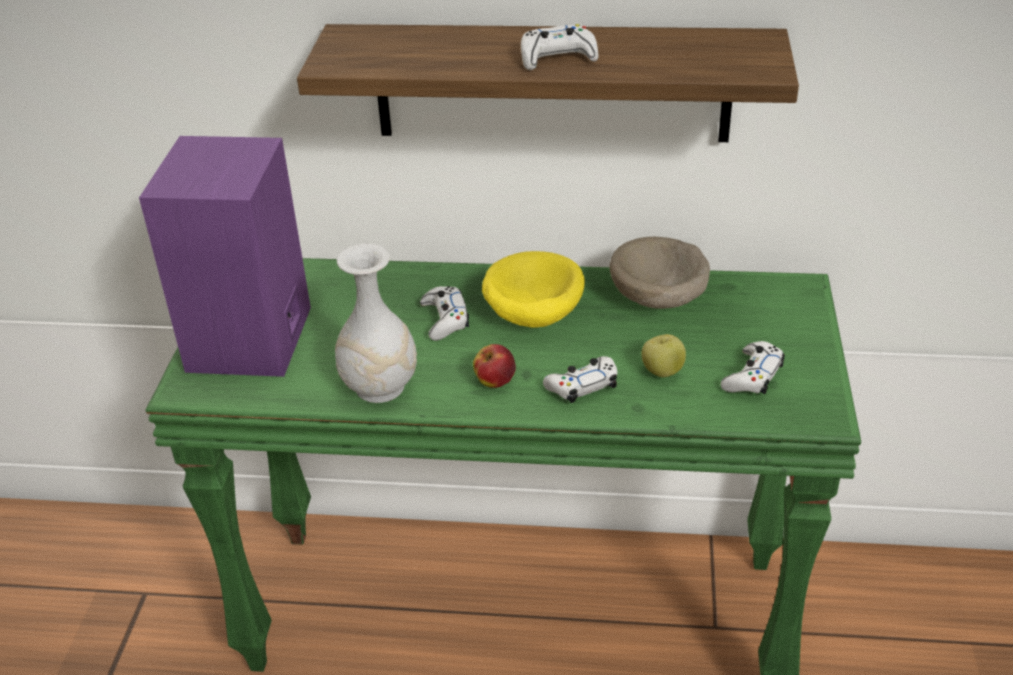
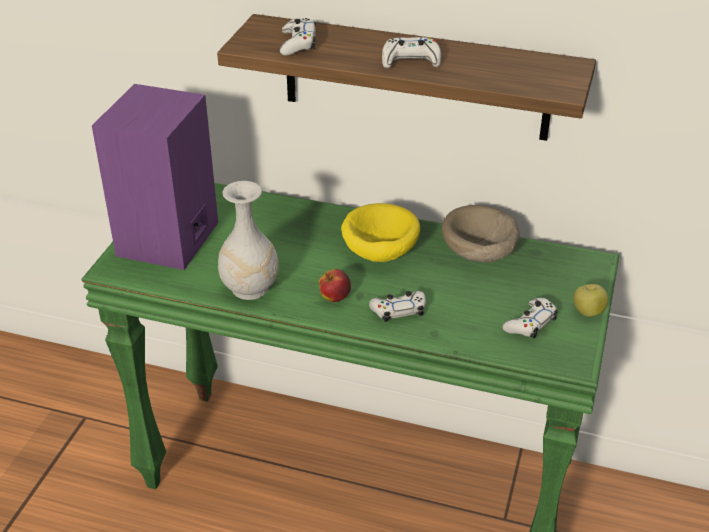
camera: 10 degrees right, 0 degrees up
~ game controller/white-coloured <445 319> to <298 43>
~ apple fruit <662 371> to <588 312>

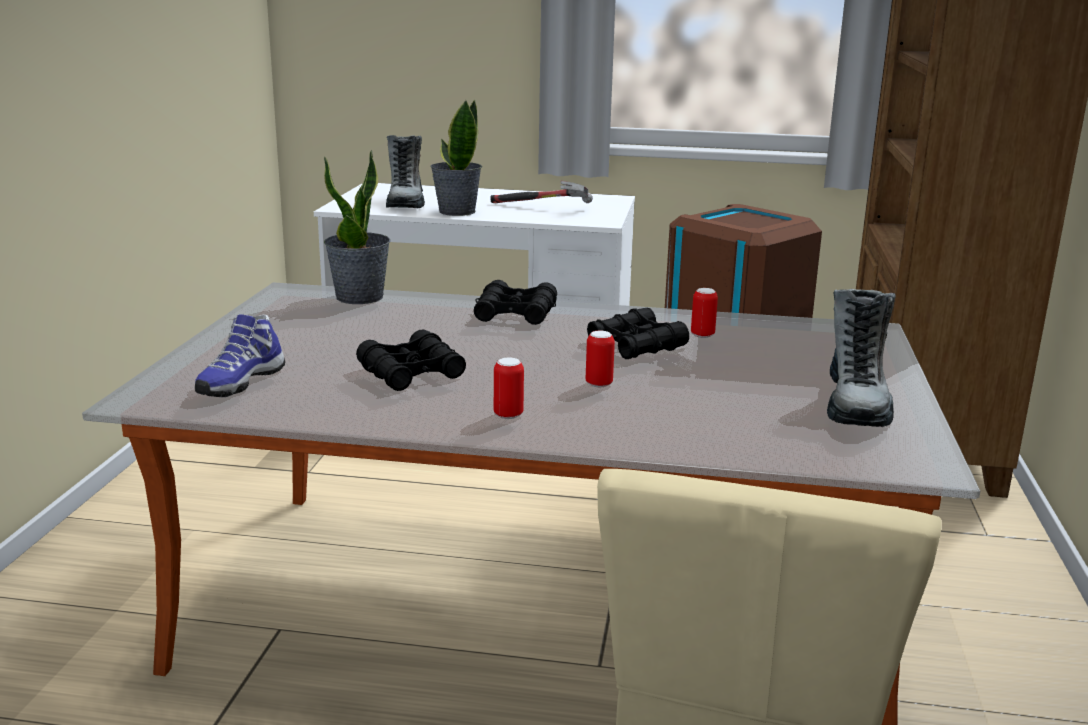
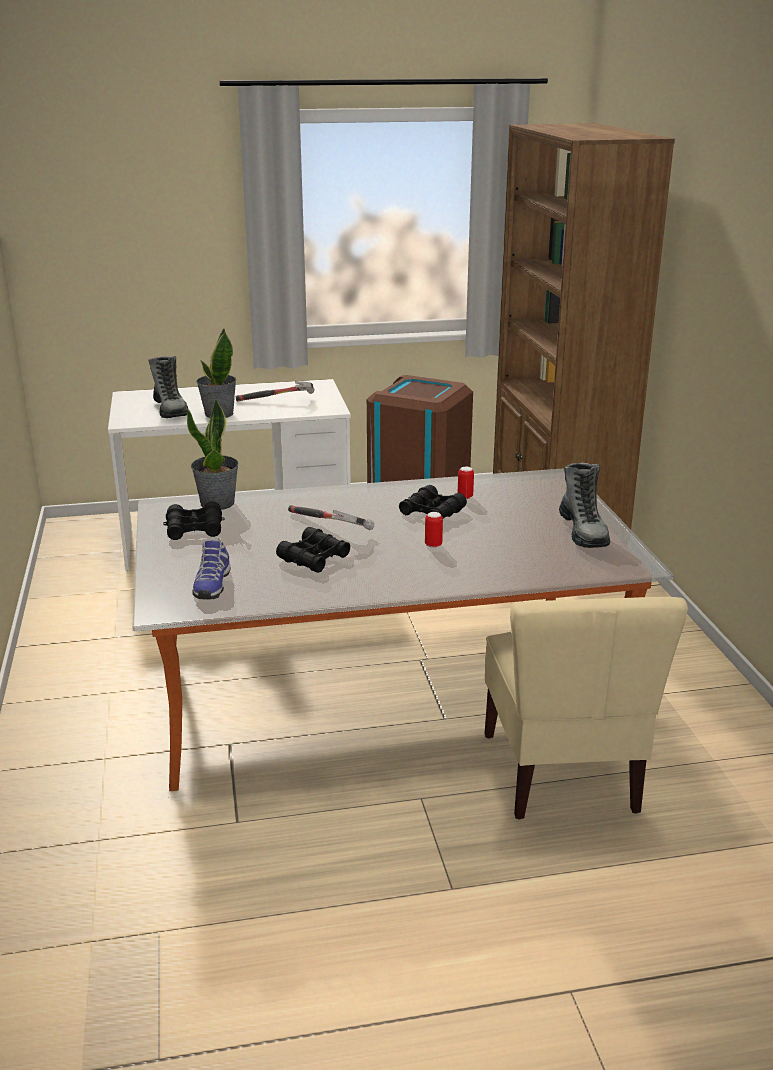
camera: 20 degrees left, 5 degrees up
~ binoculars/black-coloured <515 314> to <194 529>
- metal can <508 415>
+ hand hammer <328 527>

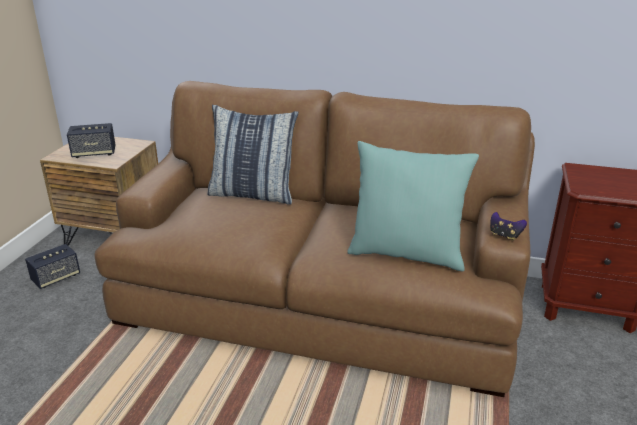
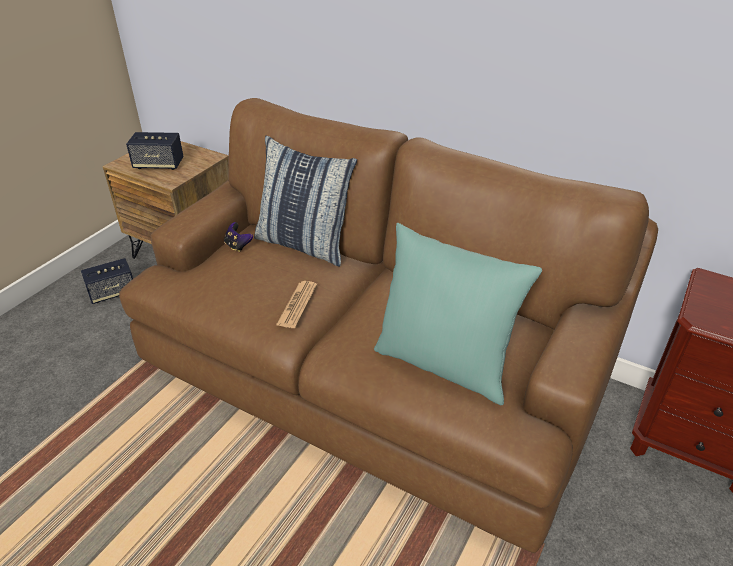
camera: 15 degrees right, 10 degrees up
~ game controller <504 236> to <238 246>
+ newspaper <297 305>

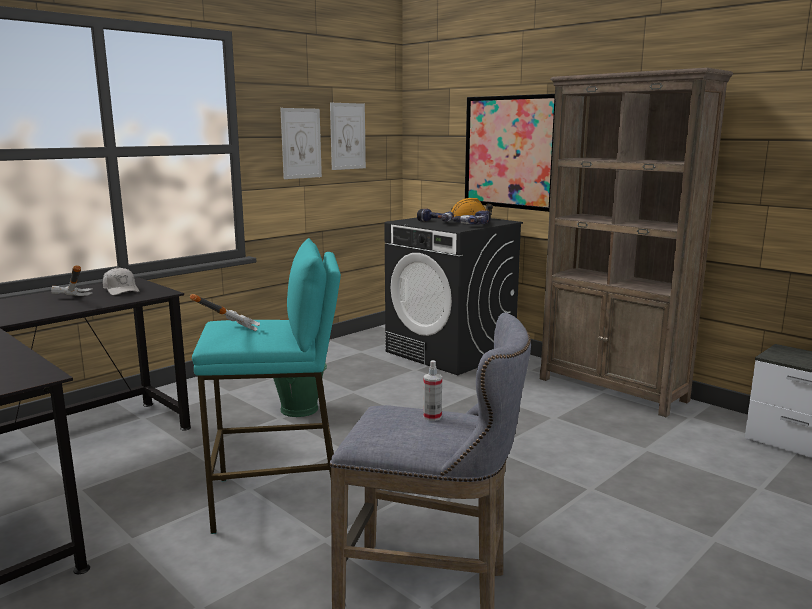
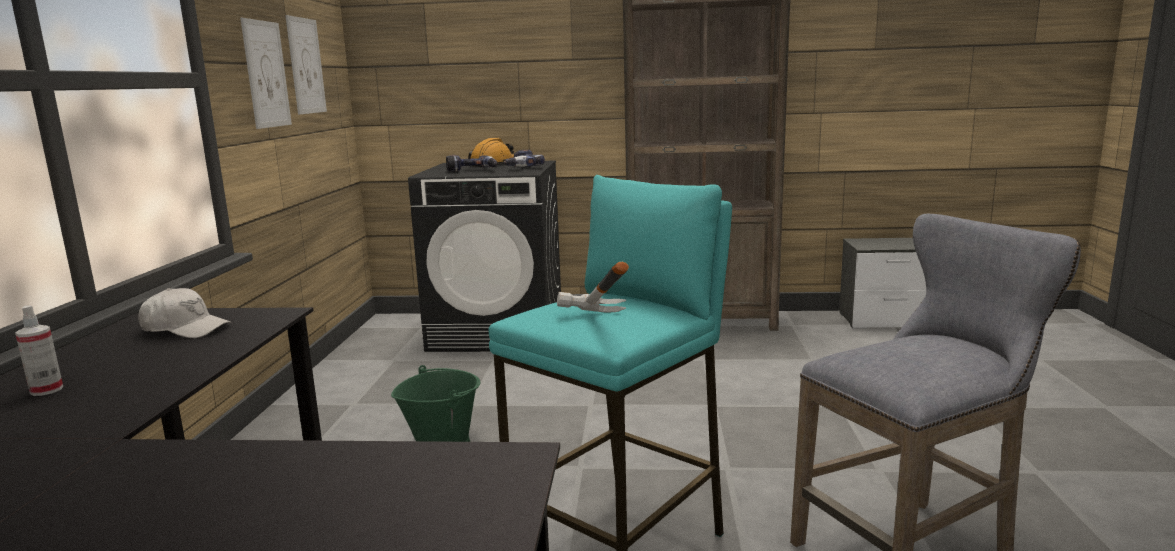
camera: 40 degrees left, 0 degrees up
- hand hammer <70 302>
~ sprayer <432 417> to <46 390>
- picture <510 152>

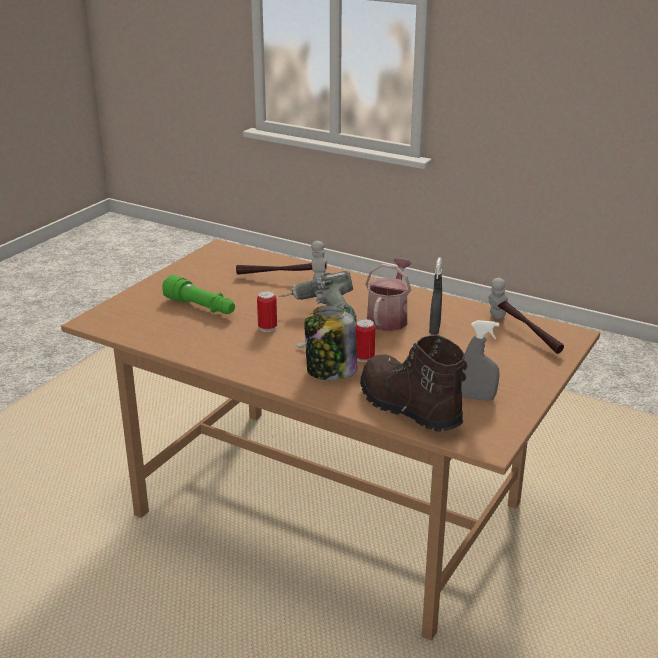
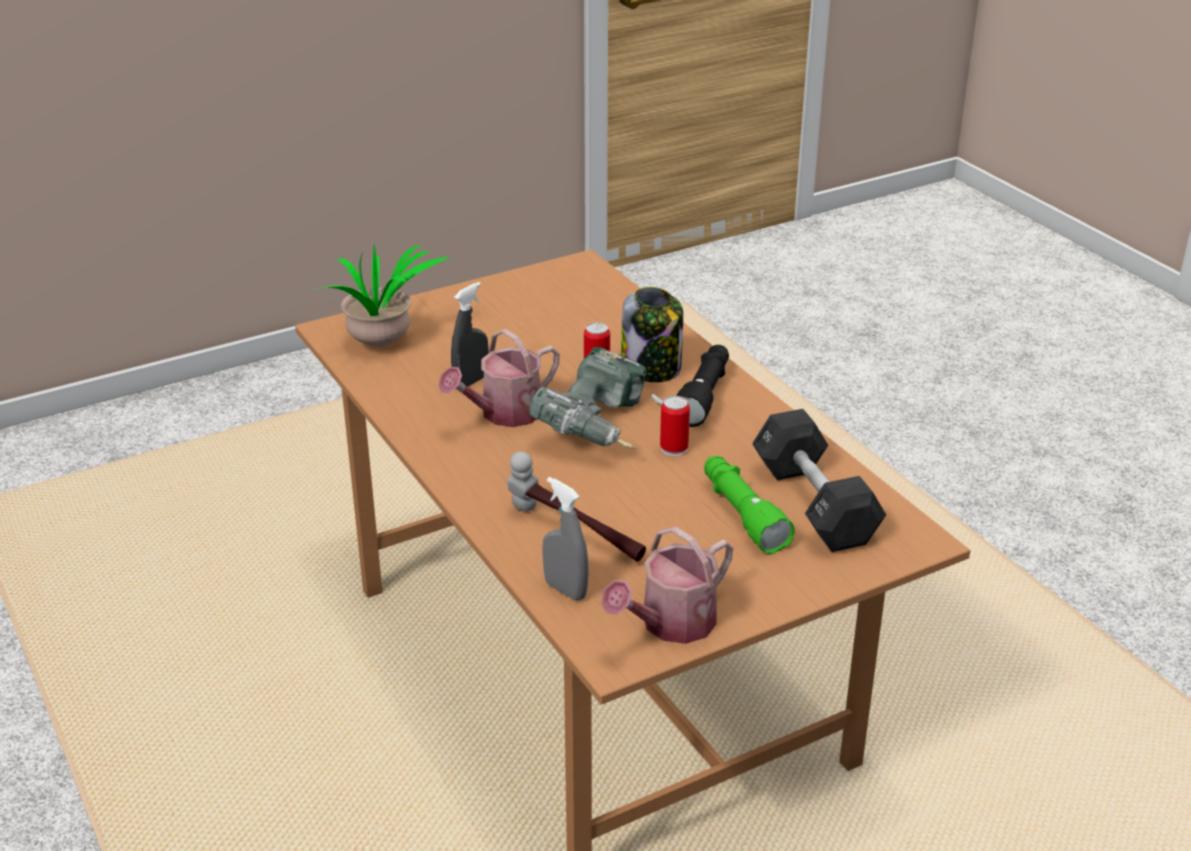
camera: 150 degrees left, 5 degrees up
- boot/brownish <408 408>
~ sprayer/greyish <477 398> to <565 590>
~ hand hammer <523 334> to houseplant <383 345>
+ sprinkling can <670 625>
+ hand torch/black-coloured <704 395>
+ dumbbell/black-coloured <814 504>

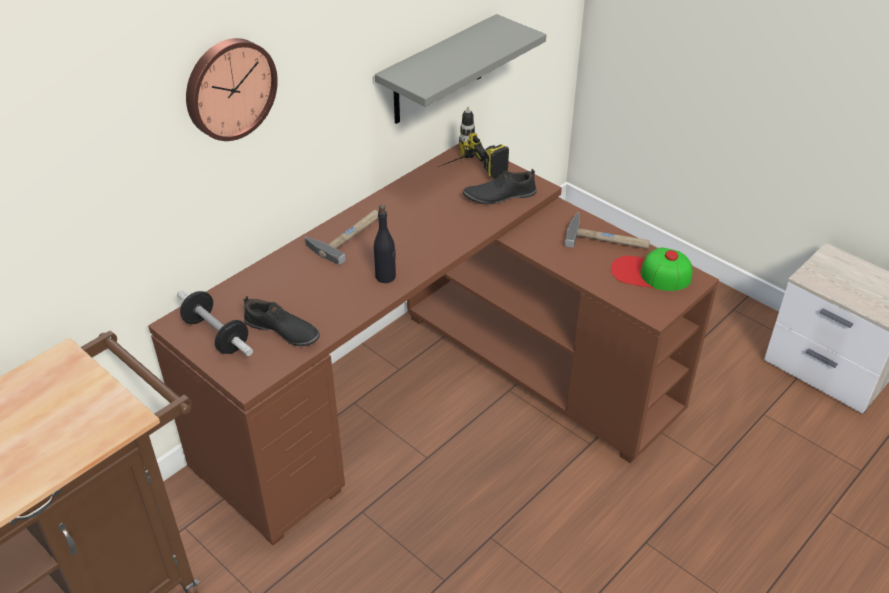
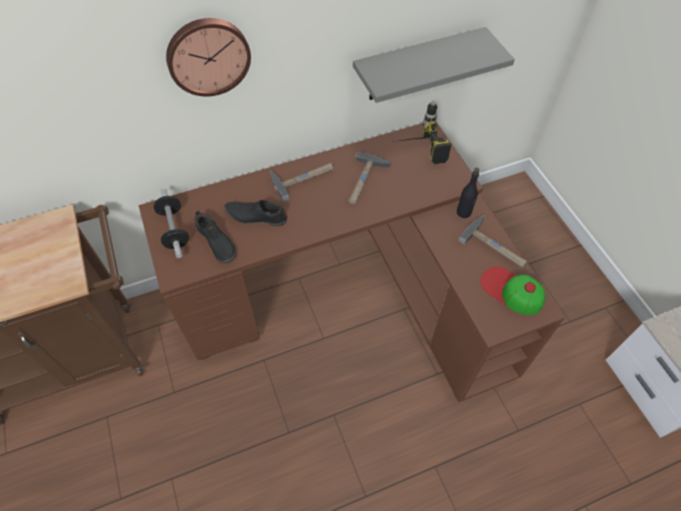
camera: 25 degrees right, 15 degrees up
~ beverage bottle/black-coloured <386 277> to <464 212>
~ low shoe/black-coloured <499 195> to <256 216>
+ hand hammer <364 181>

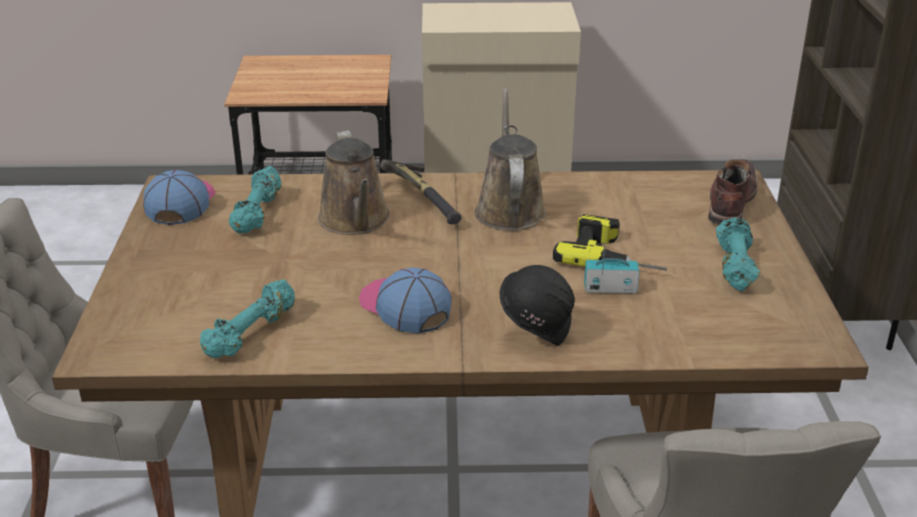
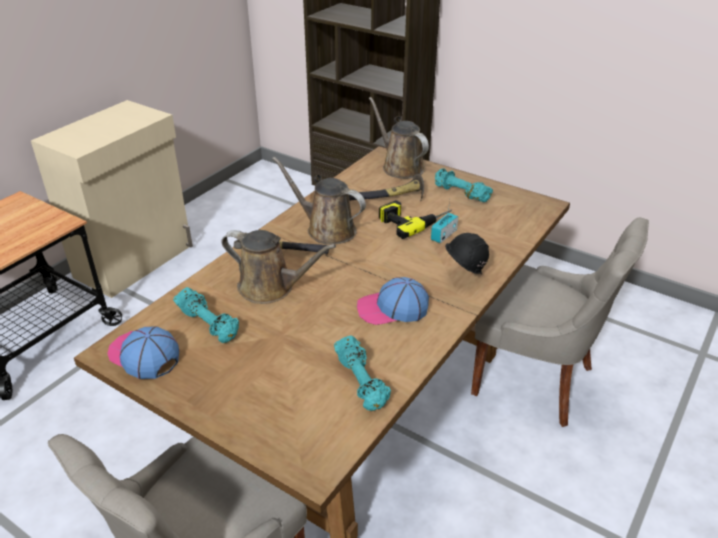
camera: 55 degrees left, 5 degrees up
~ boot/brownish <730 202> to sprinkling can/brownish <400 166>
+ hand hammer <388 199>

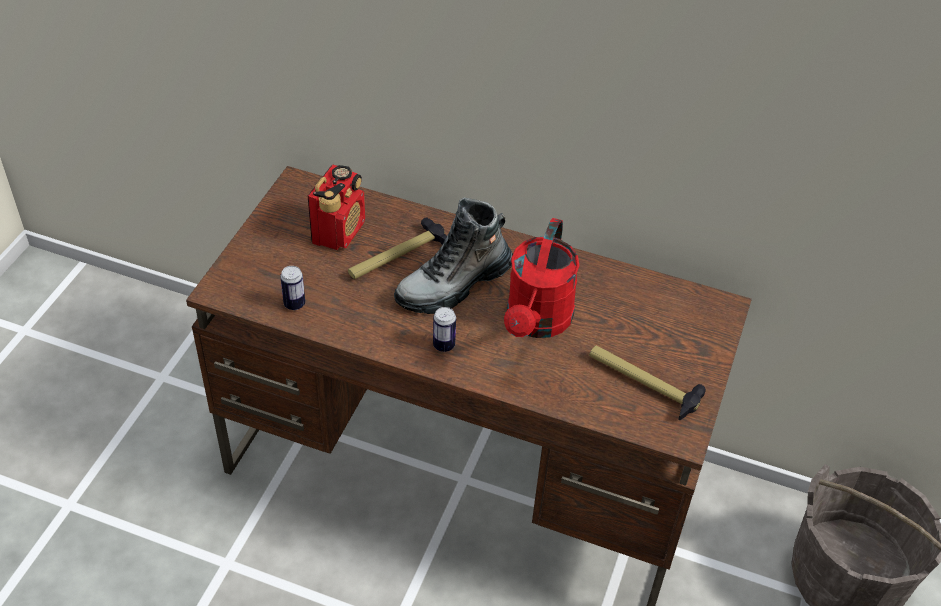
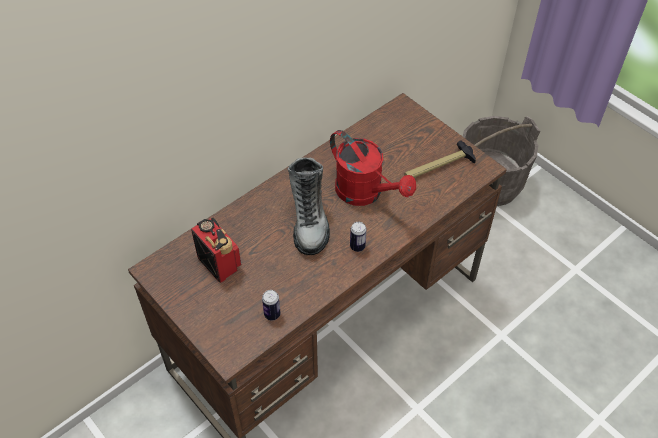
camera: 60 degrees left, 5 degrees up
- hand hammer <397 257>

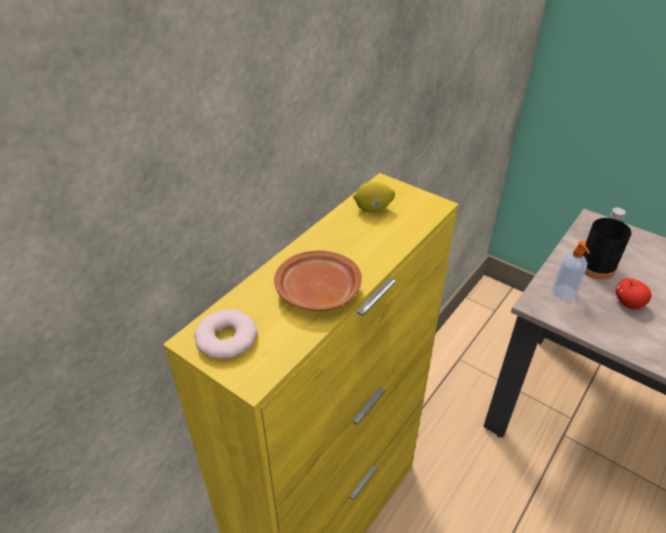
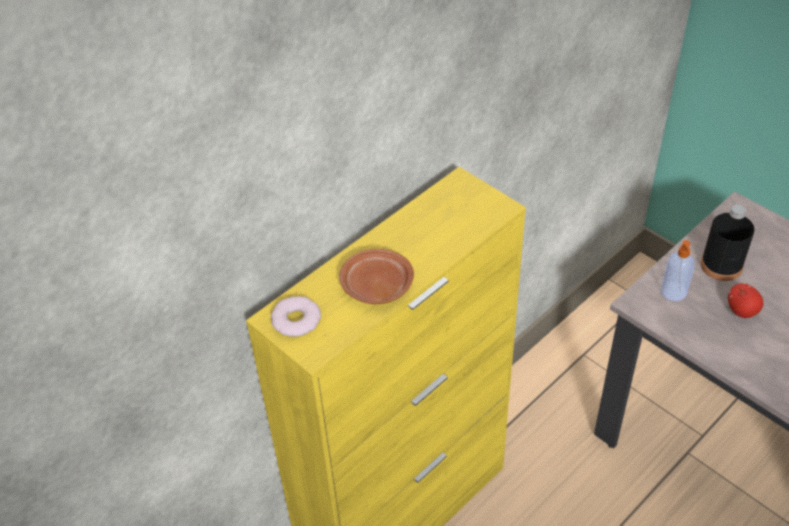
camera: 10 degrees right, 5 degrees up
- whole lemon <373 209>

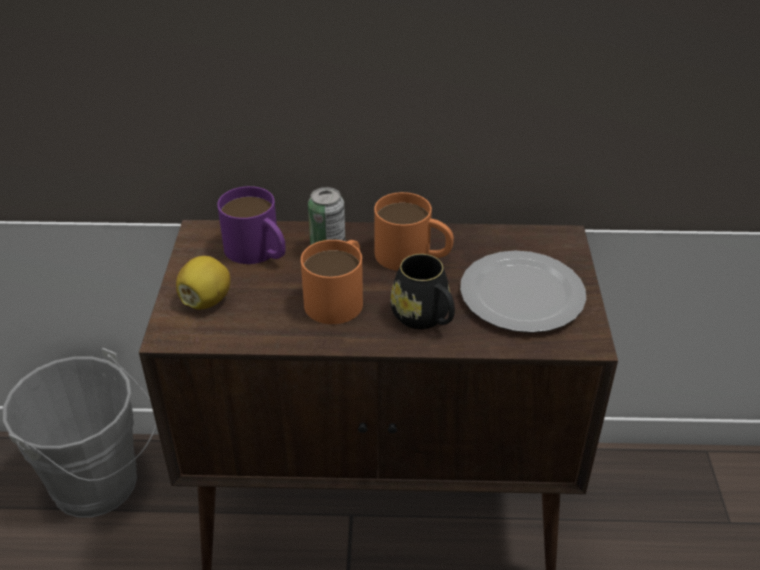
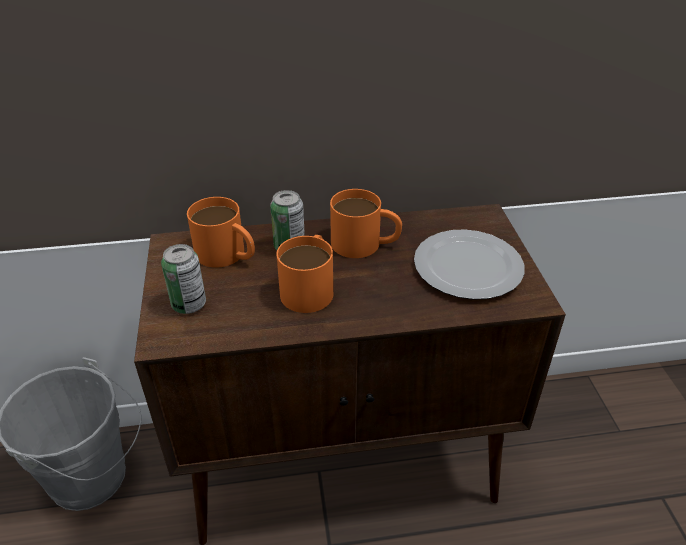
camera: 10 degrees left, 0 degrees up
~ whole lemon <206 300> to metal can <189 304>
~ coffee mug/purplish <258 252> to coffee mug/orangey <227 255>
- coffee mug/black-coloured <425 318>

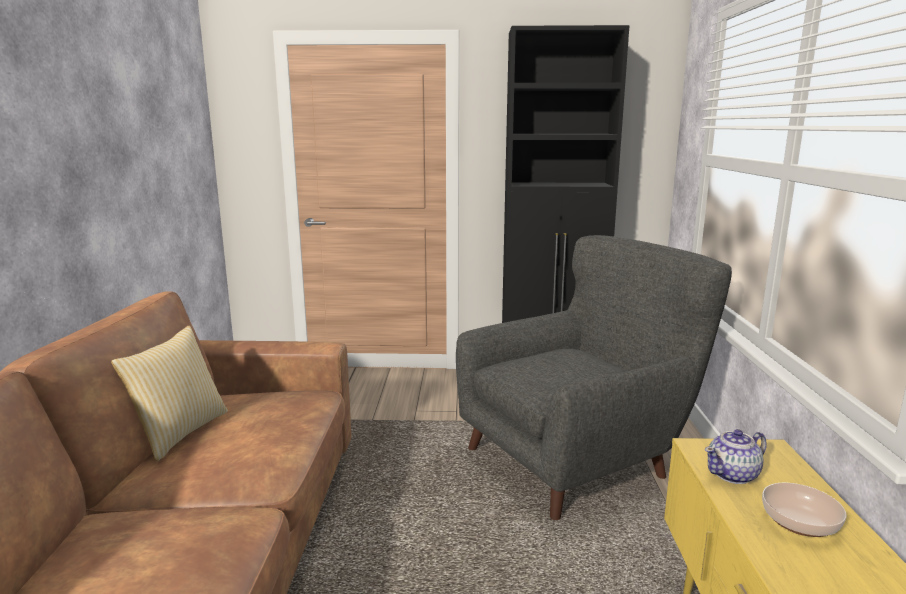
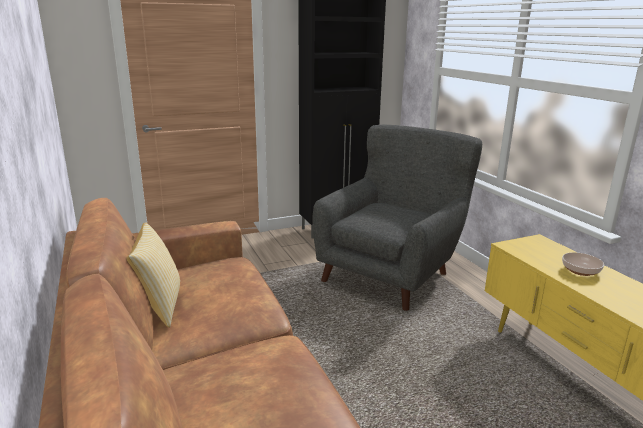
camera: 25 degrees left, 5 degrees up
- tea pot <733 475>

